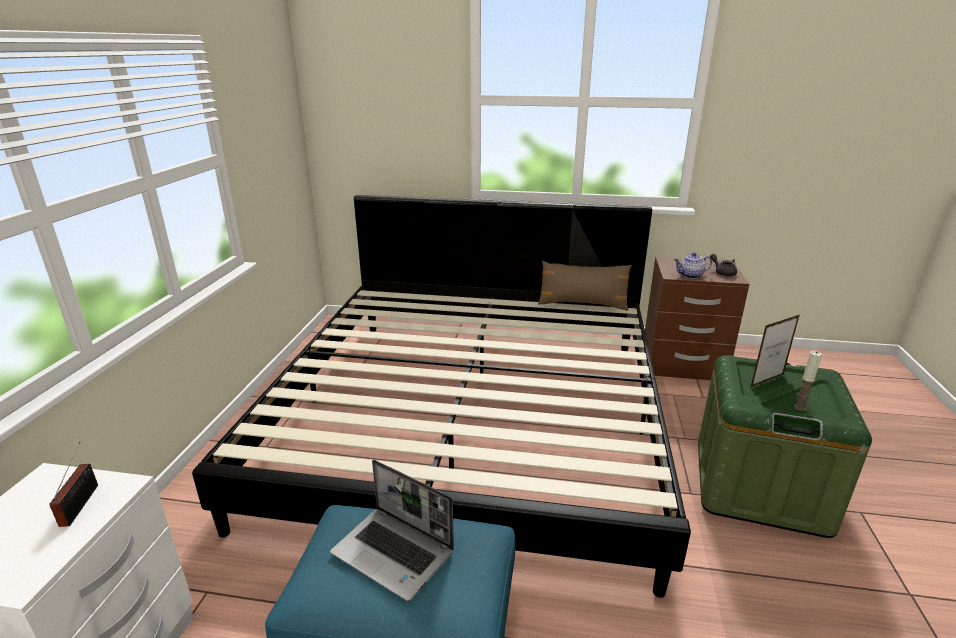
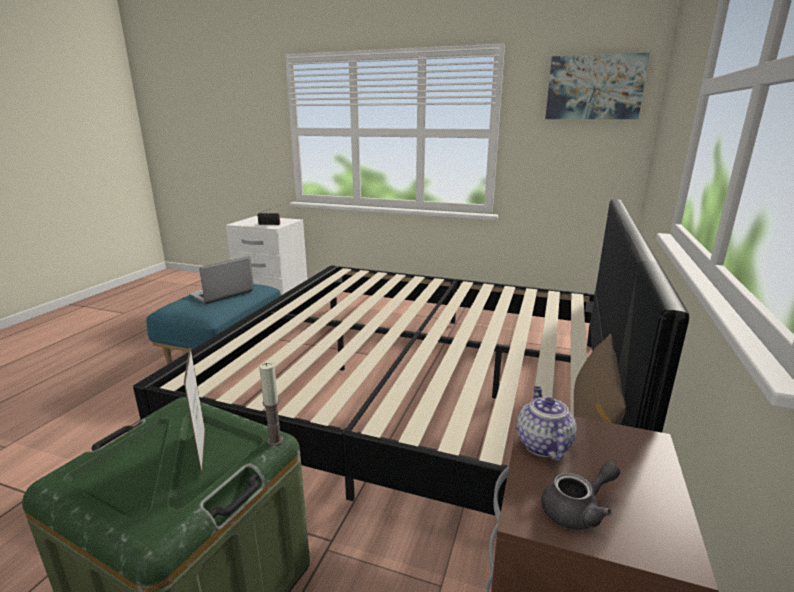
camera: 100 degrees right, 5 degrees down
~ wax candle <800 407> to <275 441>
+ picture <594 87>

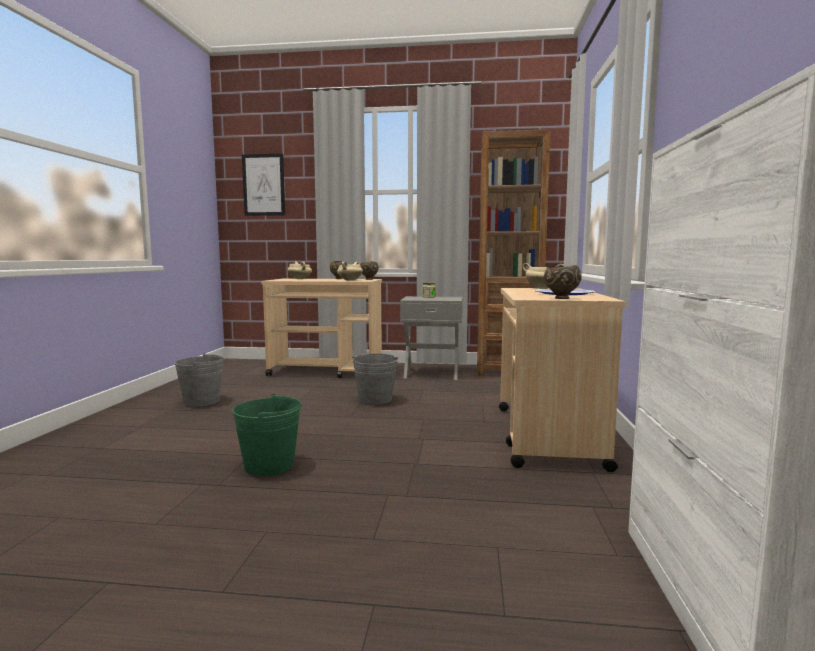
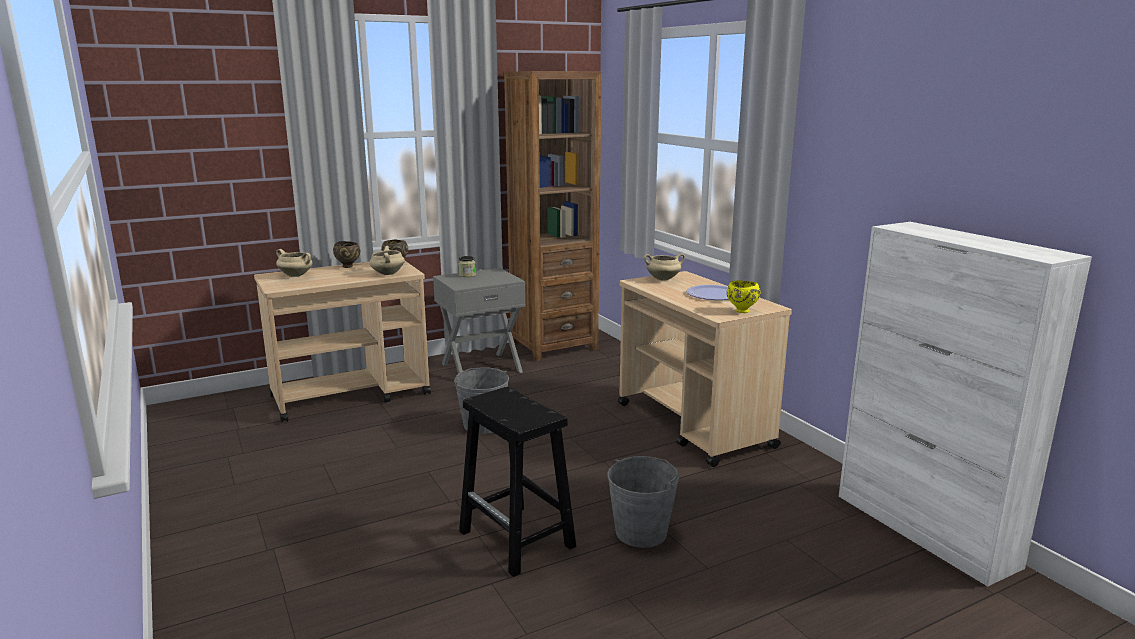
camera: 35 degrees left, 10 degrees up
~ water bucket/greyish <201 401> to <641 532>
~ water bucket/green <269 465> to stool/black-coloured <518 540>
- picture <263 185>
~ bowl/brownish <560 298> to bowl/yellowish <741 311>

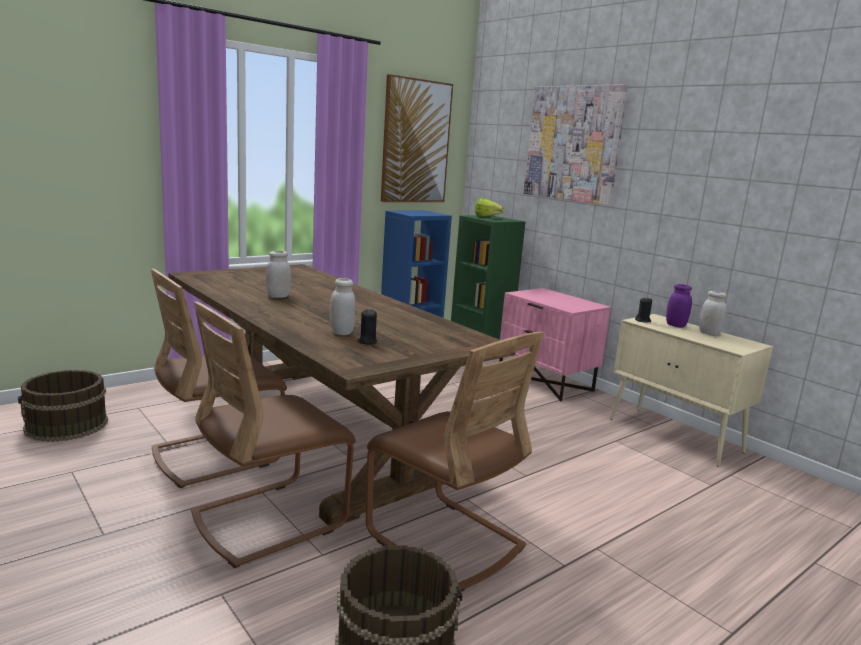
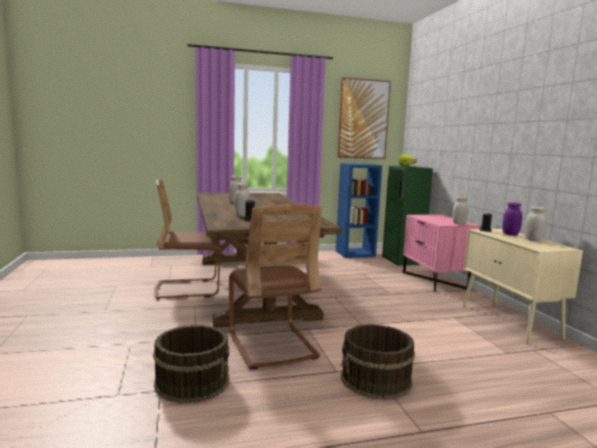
camera: 25 degrees right, 5 degrees down
~ water bucket/brownish <66 425> to <376 380>
- chair/brownish <269 519>
- picture <573 144>
+ jar/white-coloured <459 223>

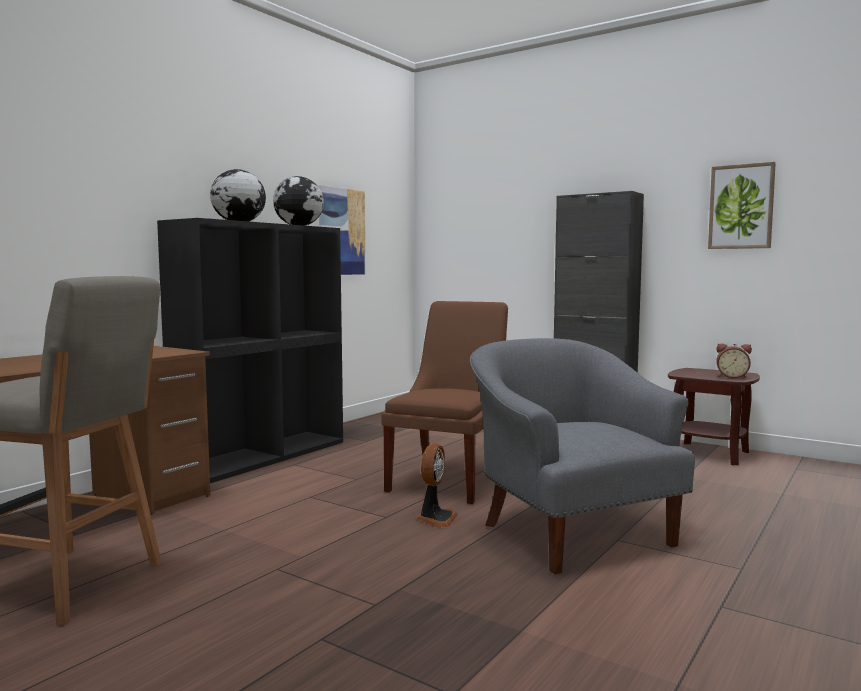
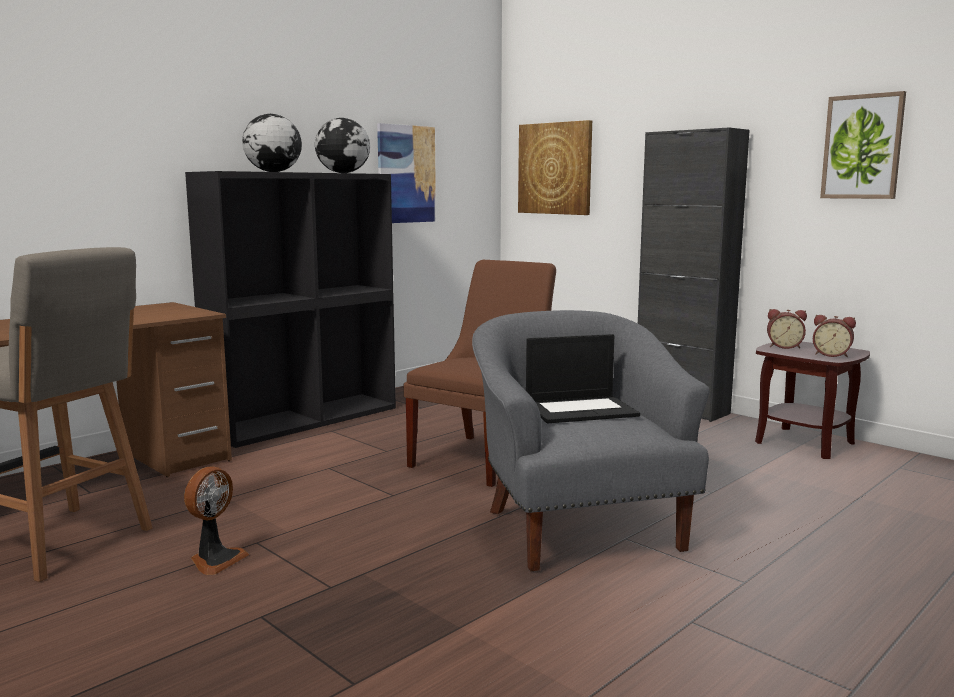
camera: 10 degrees right, 5 degrees up
~ electric fan <435 518> to <215 560>
+ picture <555 168>
+ notebook computer <581 410>
+ alarm clock <784 346>

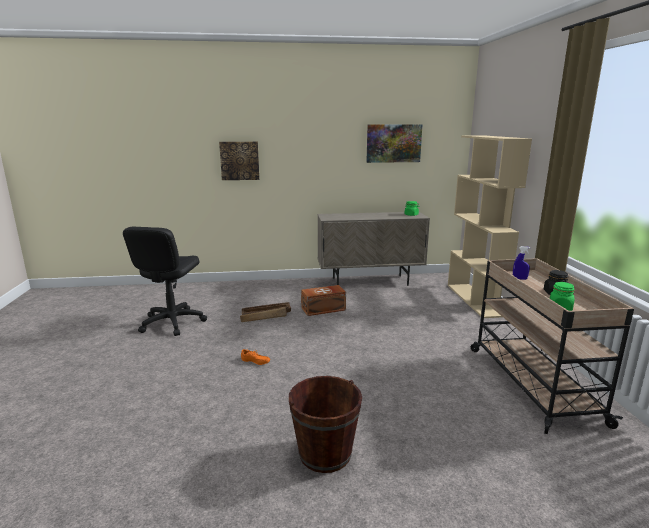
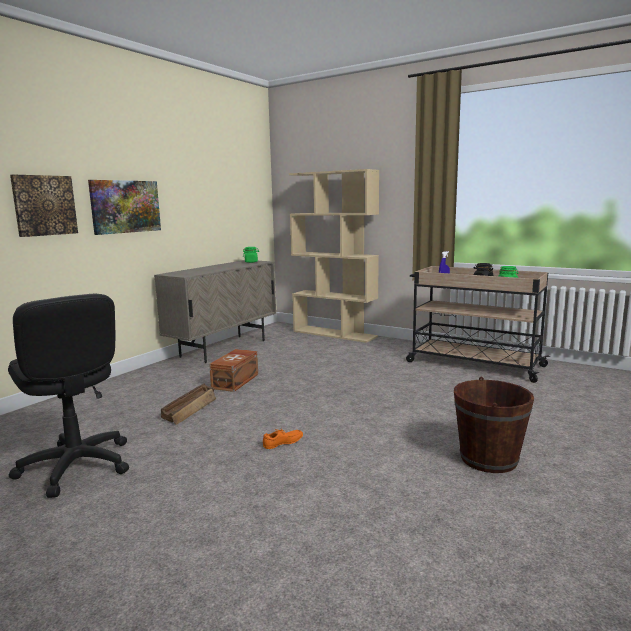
camera: 50 degrees left, 5 degrees down
~ picture <393 143> to <125 206>

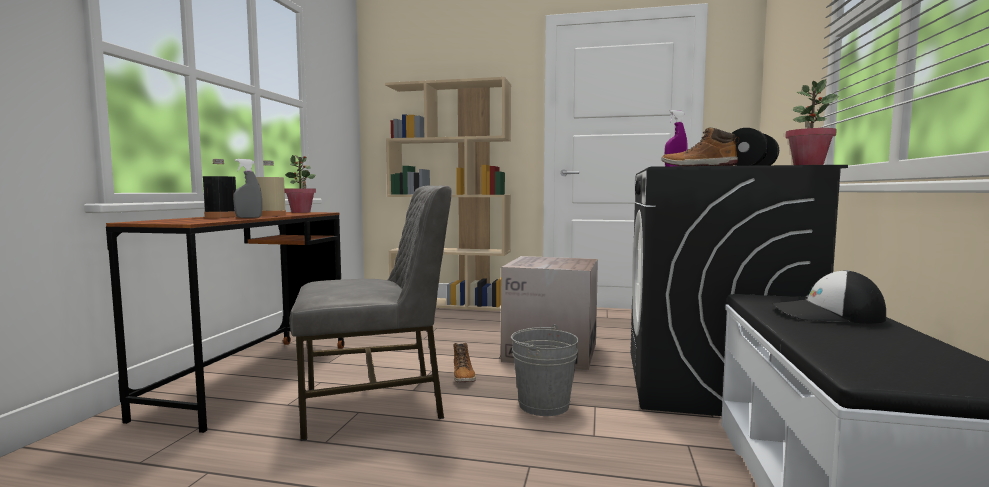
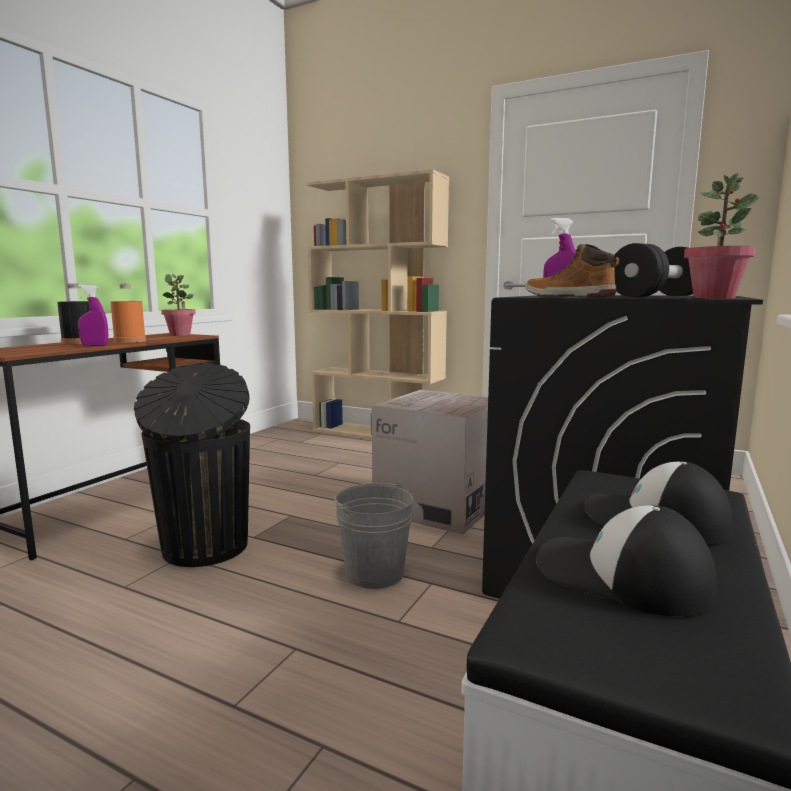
camera: 15 degrees right, 5 degrees up
~ sprayer/greyish <248 217> to sprayer/purplish <95 345>
~ beverage bottle/beige-coloured <270 215> to beverage bottle/orangey <130 341>
~ chair/greyish <375 403> to waste bin/black-coloured <204 548>
- boot <463 376>
+ peaked cap <619 576>

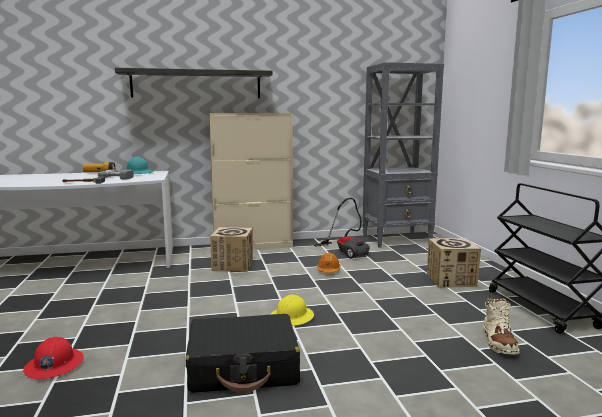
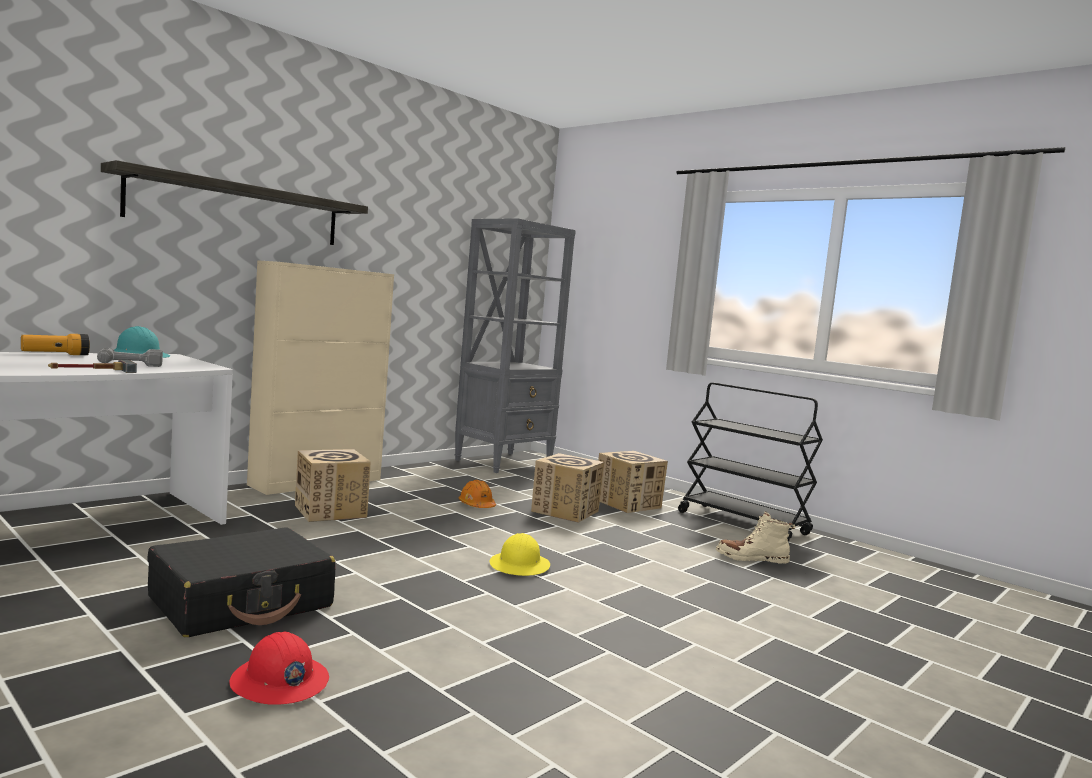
camera: 35 degrees left, 5 degrees down
~ travel case/black-coloured <243 368> to <242 602>
- vacuum cleaner <346 252>
~ boot/beige-coloured <498 343> = <752 559> 120 degrees clockwise
+ cardboard box <565 511>

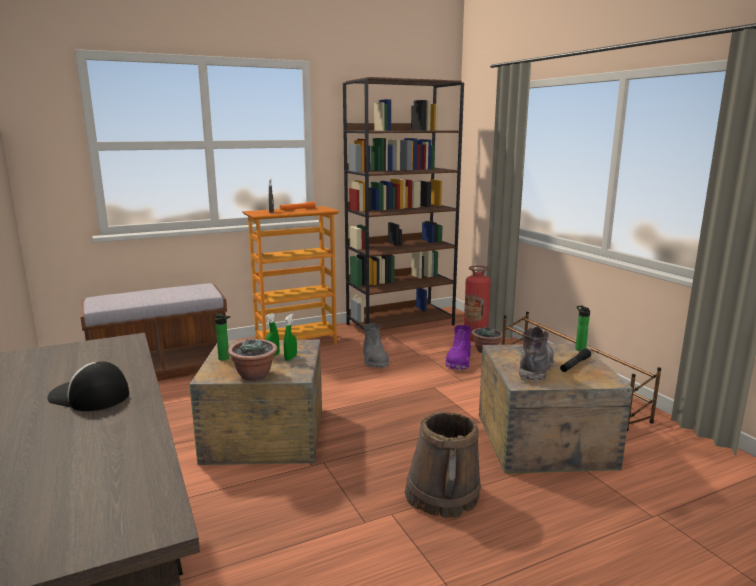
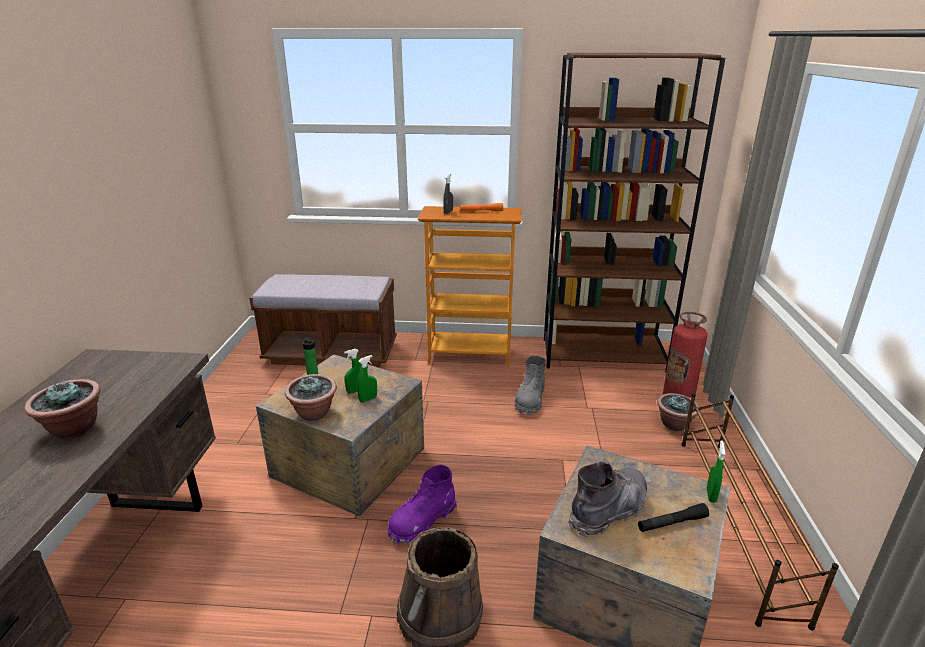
camera: 30 degrees right, 10 degrees up
~ peaked cap <89 396> to houseplant <74 429>
~ boot/purplish <459 362> to <422 522>
~ beverage bottle <579 348> to sprayer/green <711 495>

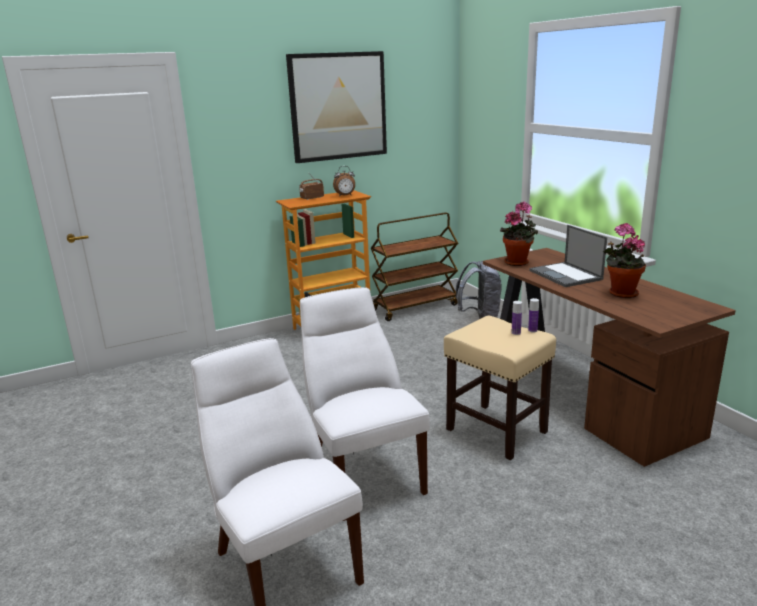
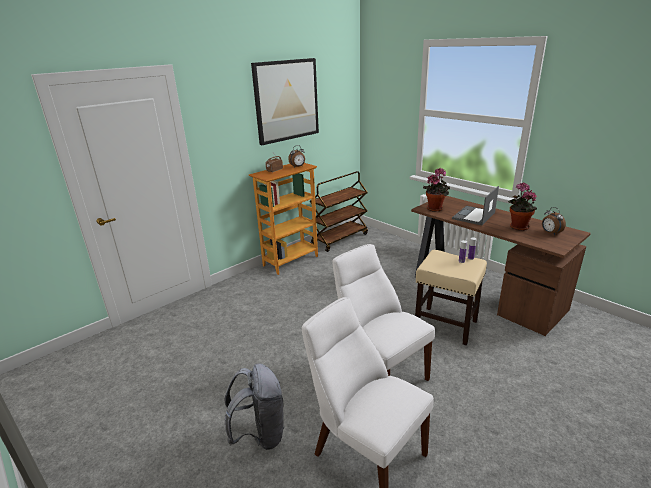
camera: 15 degrees left, 5 degrees up
~ backpack/greyish <479 319> to <260 434>
~ notebook computer <566 275> = <473 216> 75 degrees clockwise
+ alarm clock <550 233>

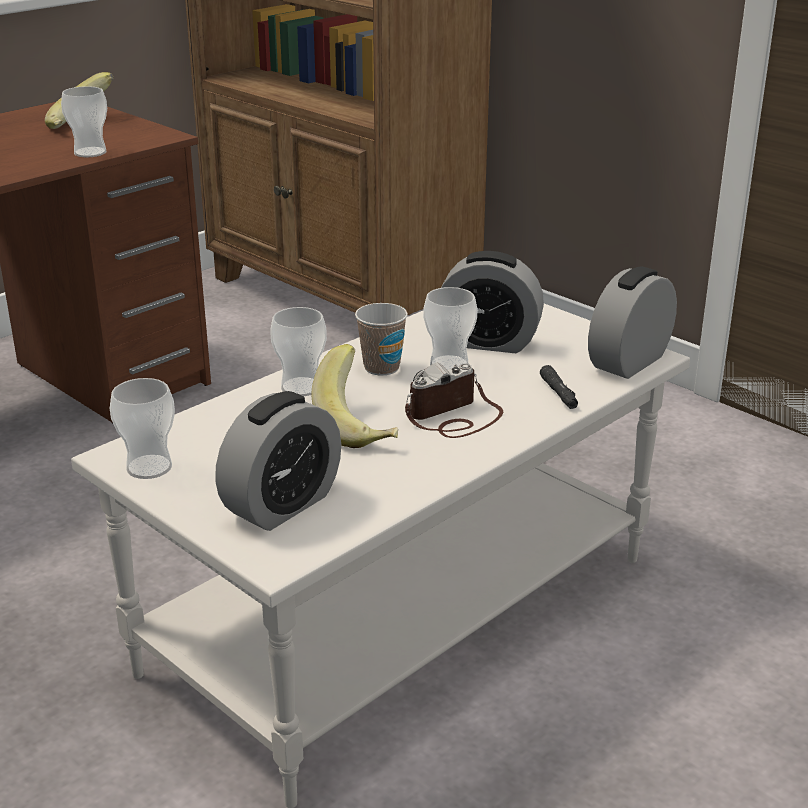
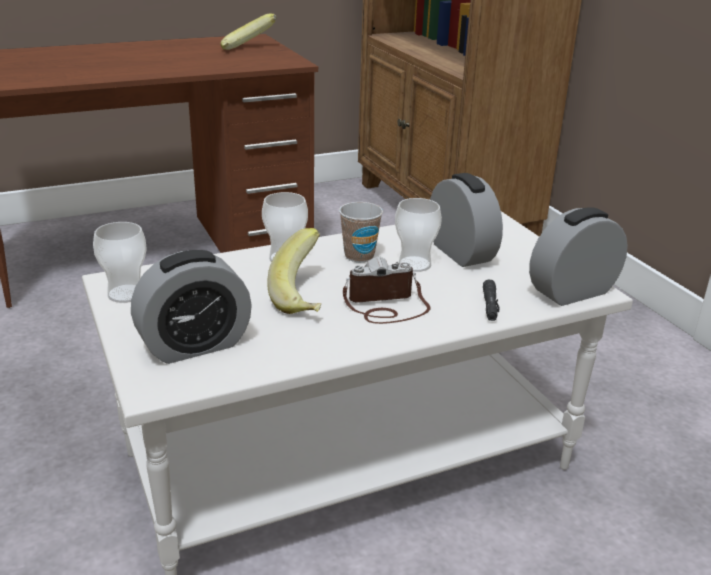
camera: 20 degrees right, 0 degrees up
- small cup <90 152>
~ alarm clock <488 342> = <460 253> 150 degrees counterclockwise

